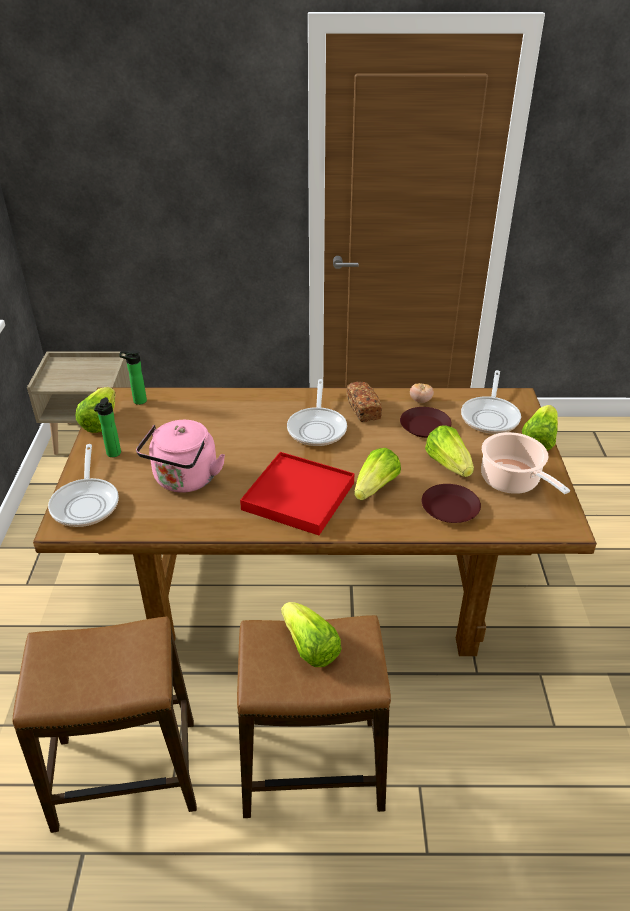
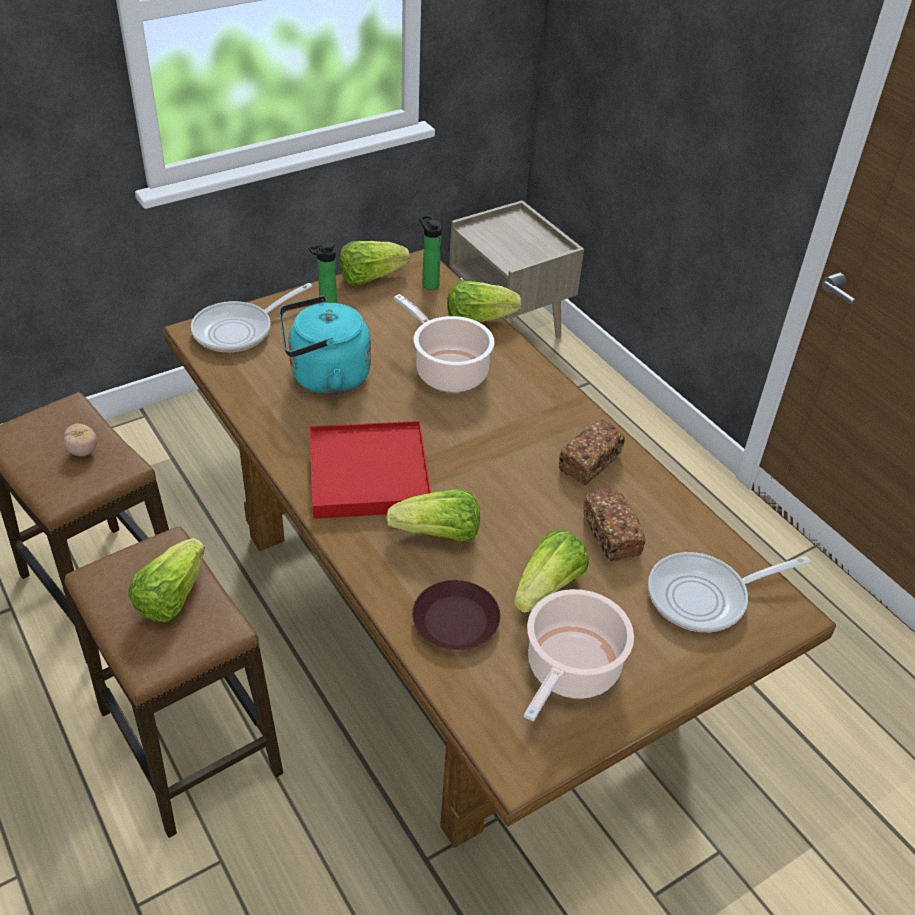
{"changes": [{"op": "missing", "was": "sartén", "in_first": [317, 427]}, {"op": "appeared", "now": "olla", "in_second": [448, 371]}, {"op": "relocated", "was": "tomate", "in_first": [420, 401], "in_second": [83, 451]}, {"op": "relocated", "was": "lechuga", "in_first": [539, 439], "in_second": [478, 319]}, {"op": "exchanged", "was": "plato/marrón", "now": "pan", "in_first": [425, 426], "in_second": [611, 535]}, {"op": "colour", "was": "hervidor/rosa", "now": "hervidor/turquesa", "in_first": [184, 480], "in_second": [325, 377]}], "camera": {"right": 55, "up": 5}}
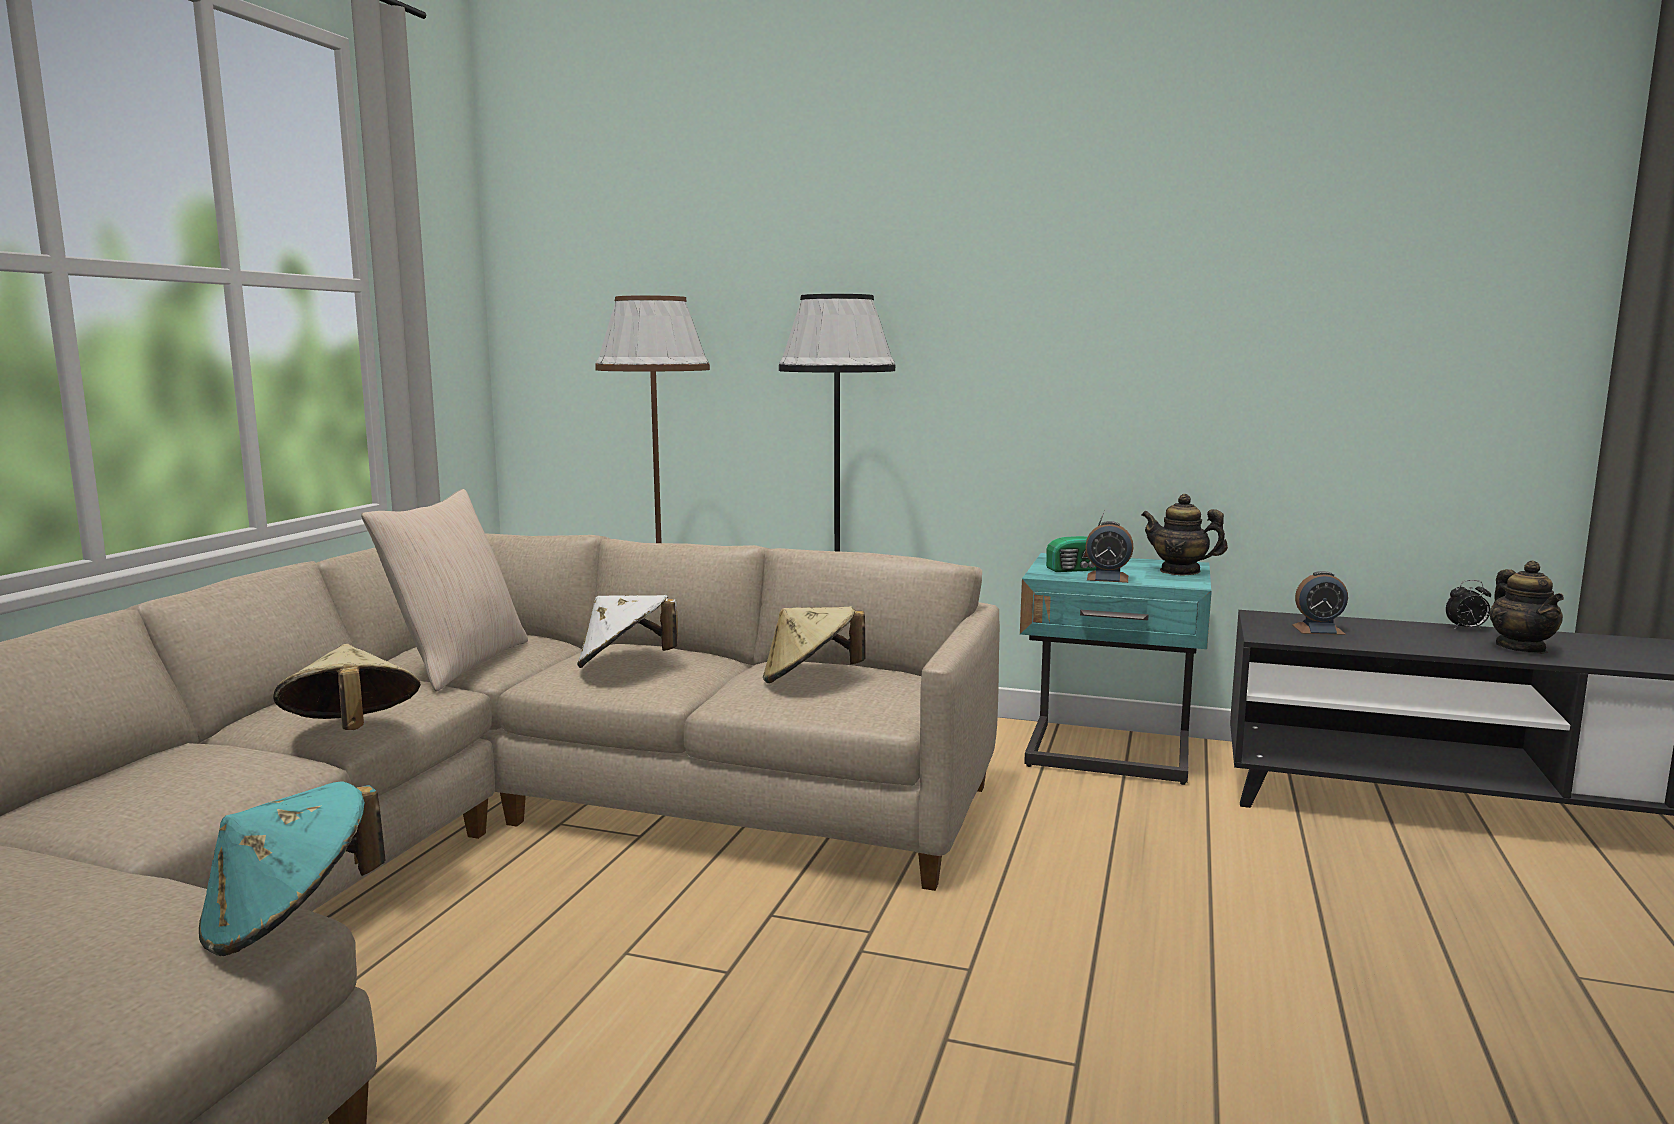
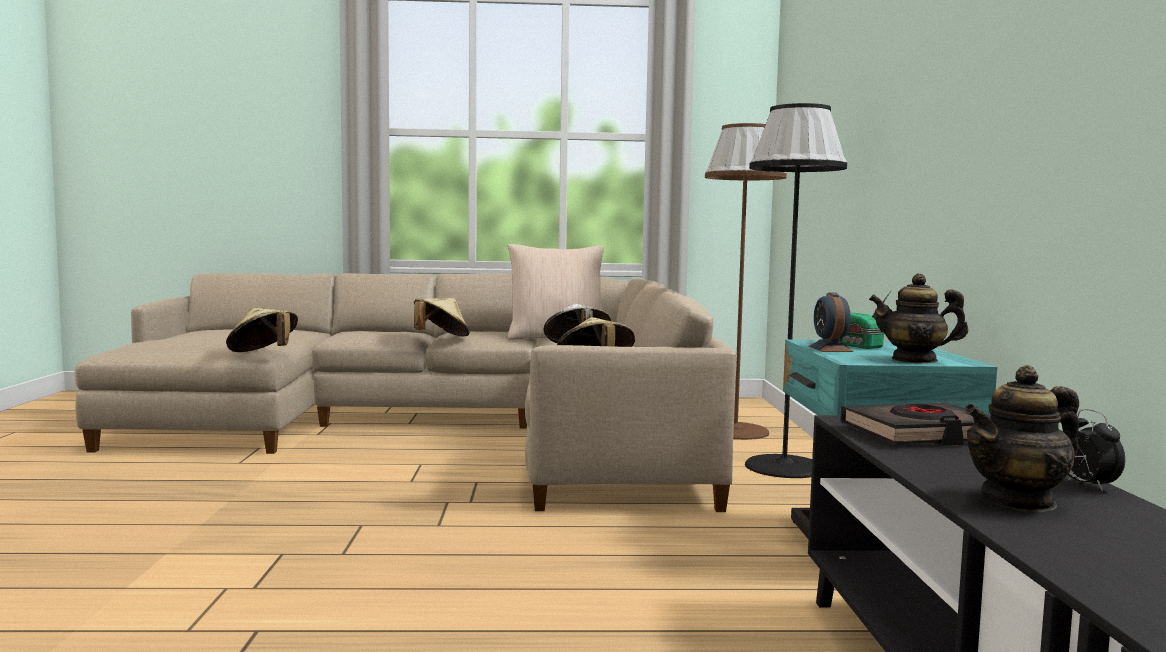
{"changes": [{"op": "exchanged", "was": "despertador", "now": "libro/negro", "in_first": [1318, 629], "in_second": [921, 434]}, {"op": "colour", "was": "sombrero/turquesa", "now": "sombrero/beis", "in_first": [290, 919], "in_second": [263, 354]}, {"op": "spun", "was": "tetera", "in_first": [1180, 571], "in_second": [914, 360], "clockwise": -90}], "camera": {"right": 70, "up": -5}}
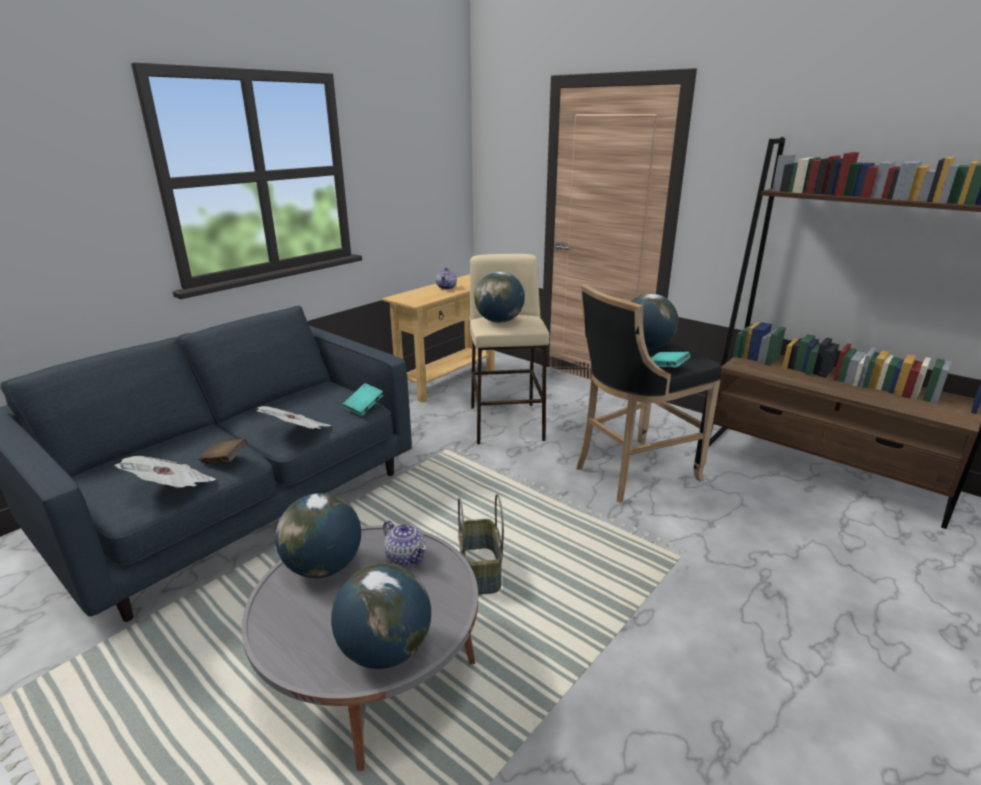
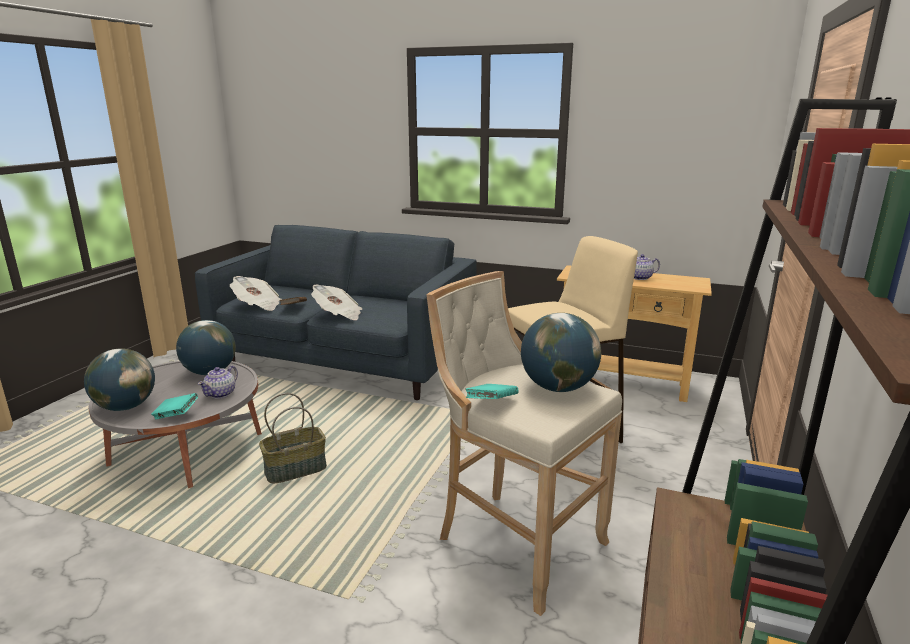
{"changes": [{"op": "missing", "was": "globo terráqueo", "in_first": [499, 321]}, {"op": "relocated", "was": "libro/turquesa", "in_first": [364, 407], "in_second": [176, 415]}, {"op": "colour", "was": "taburete/negro", "now": "taburete/beis", "in_first": [631, 473], "in_second": [515, 541]}], "camera": {"right": 70, "up": -5}}
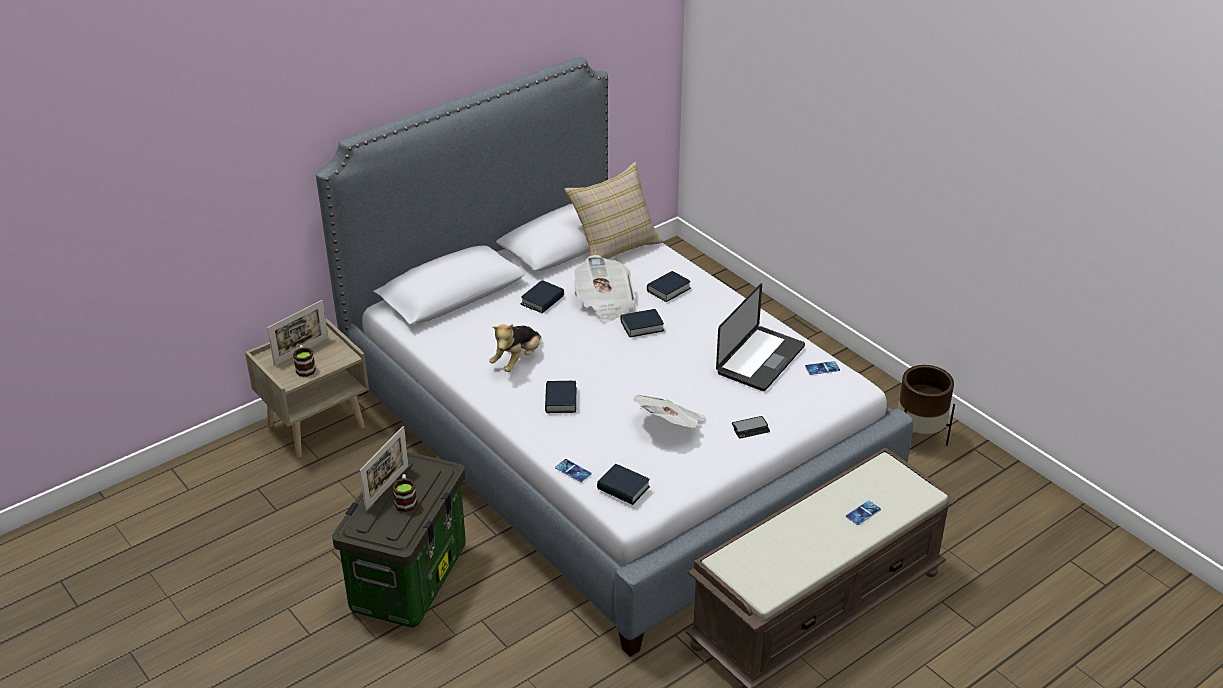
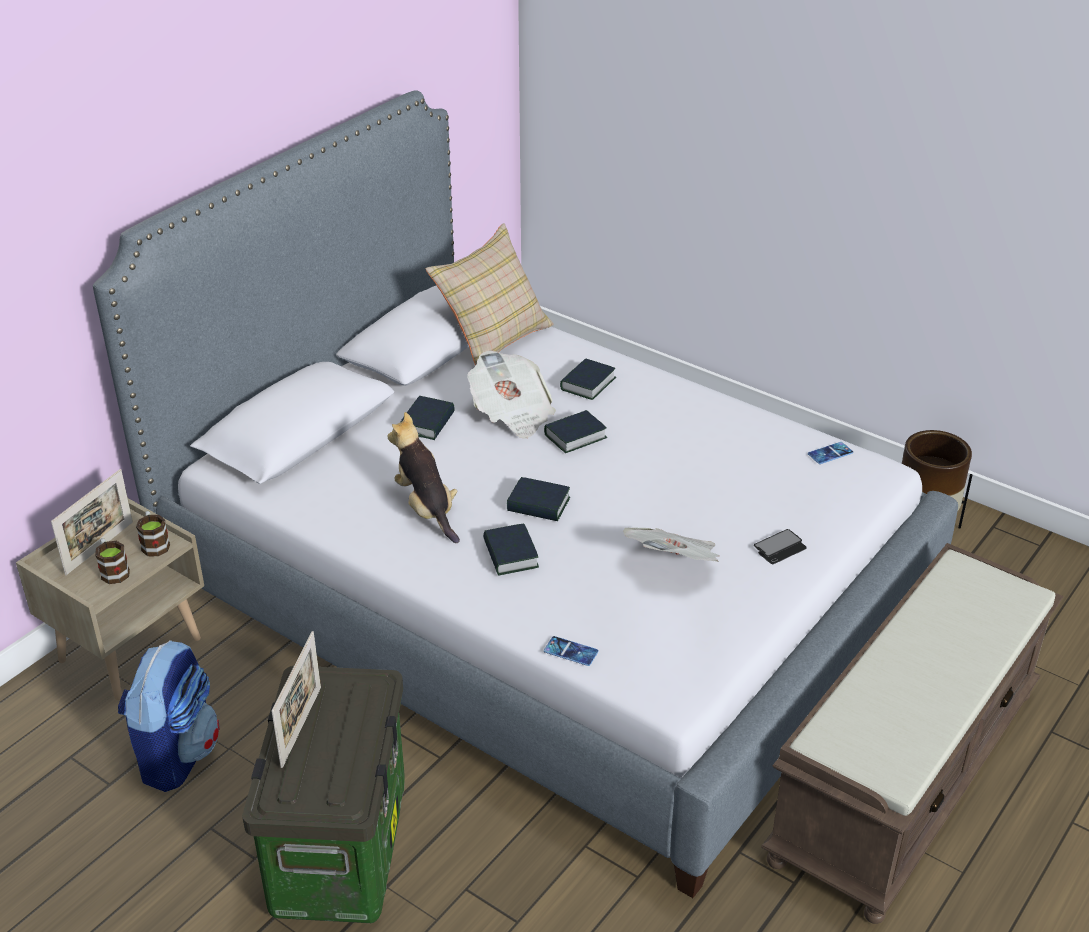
{"changes": [{"op": "missing", "was": "portátil", "in_first": [760, 360]}, {"op": "missing", "was": "móvil", "in_first": [863, 513]}, {"op": "appeared", "now": "mochila", "in_second": [177, 754]}, {"op": "relocated", "was": "taza grande", "in_first": [405, 501], "in_second": [154, 543]}, {"op": "relocated", "was": "libro", "in_first": [623, 488], "in_second": [538, 505]}, {"op": "spun", "was": "peluche", "in_first": [517, 360], "in_second": [426, 509], "clockwise": 135}], "camera": {"right": -15, "up": 0}}
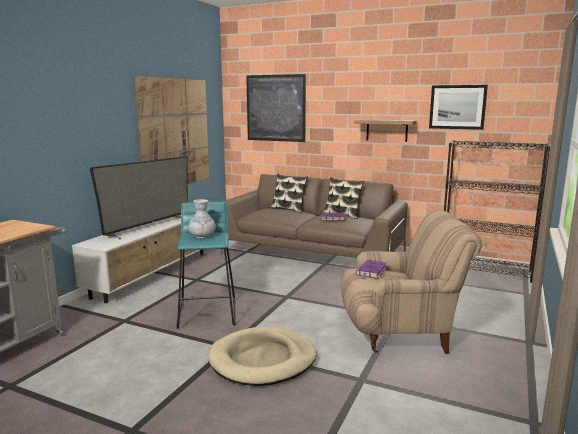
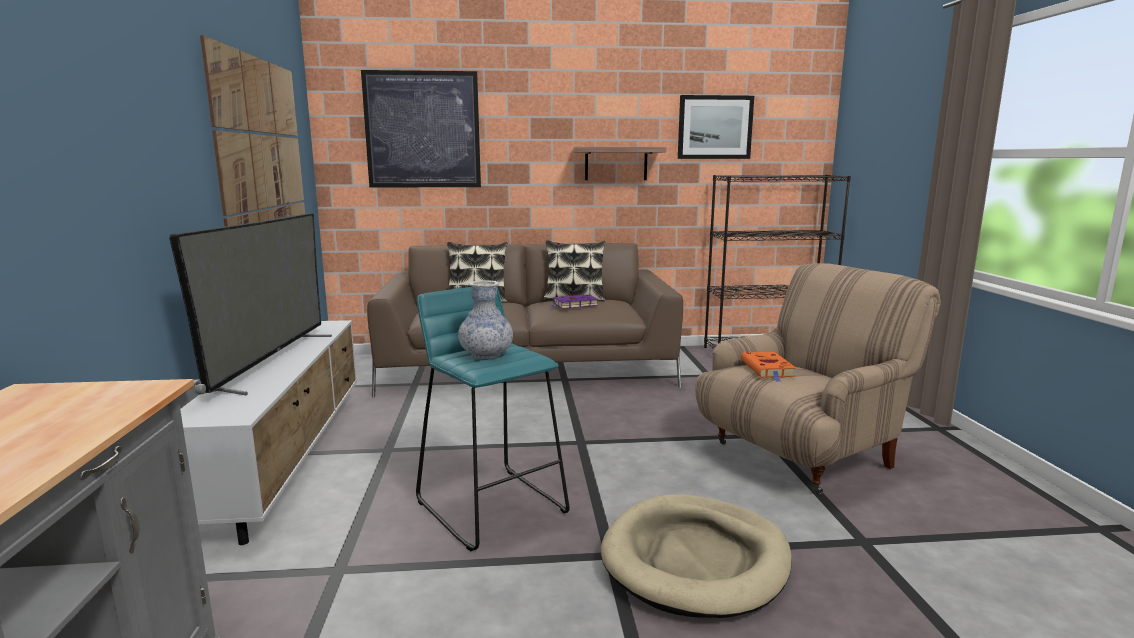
{"changes": [{"op": "colour", "was": "libro/morado", "now": "libro/naranja", "in_first": [371, 272], "in_second": [768, 369]}], "camera": {"right": -30, "up": 0}}
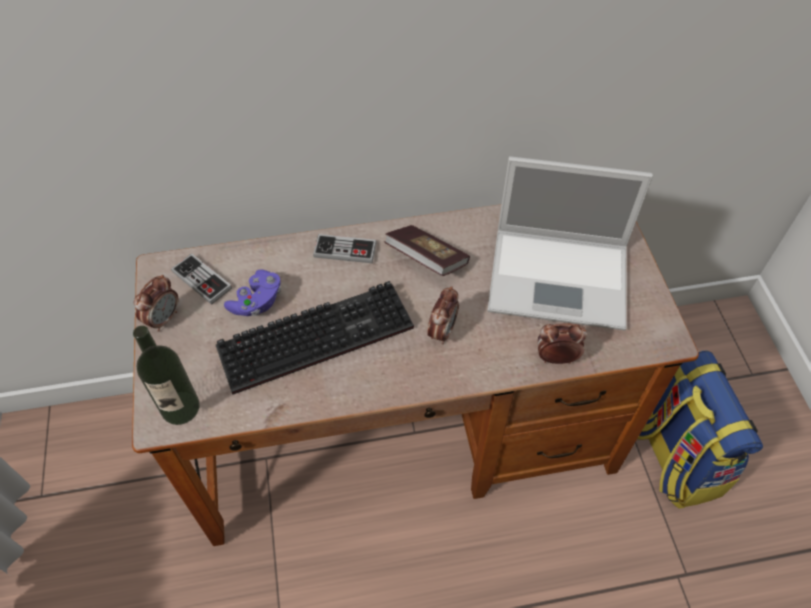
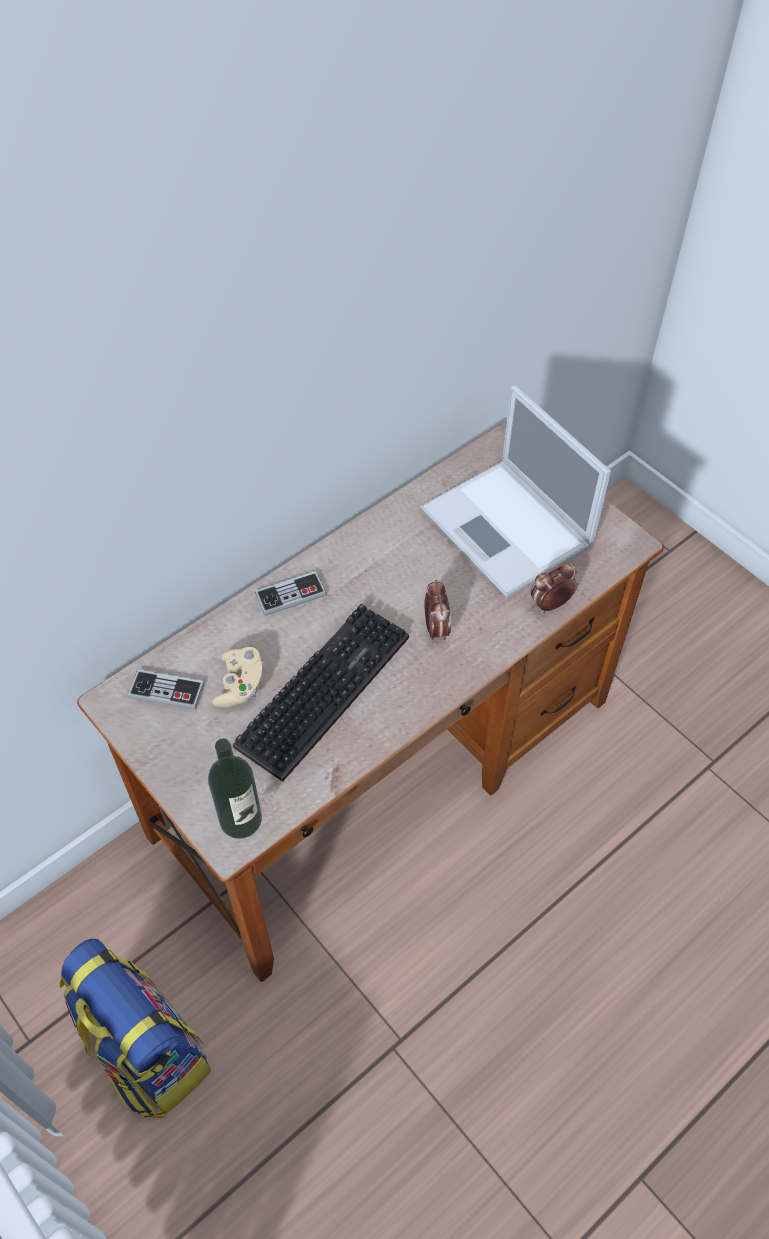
{"changes": [{"op": "missing", "was": "despertador", "in_first": [163, 319]}, {"op": "missing", "was": "libro", "in_first": [426, 260]}, {"op": "relocated", "was": "mochila", "in_first": [675, 460], "in_second": [146, 1052]}, {"op": "colour", "was": "mando de consola/morado", "now": "mando de consola/beis", "in_first": [257, 302], "in_second": [240, 685]}, {"op": "spun", "was": "portátil", "in_first": [561, 278], "in_second": [509, 529], "clockwise": 75}], "camera": {"right": -30, "up": 0}}
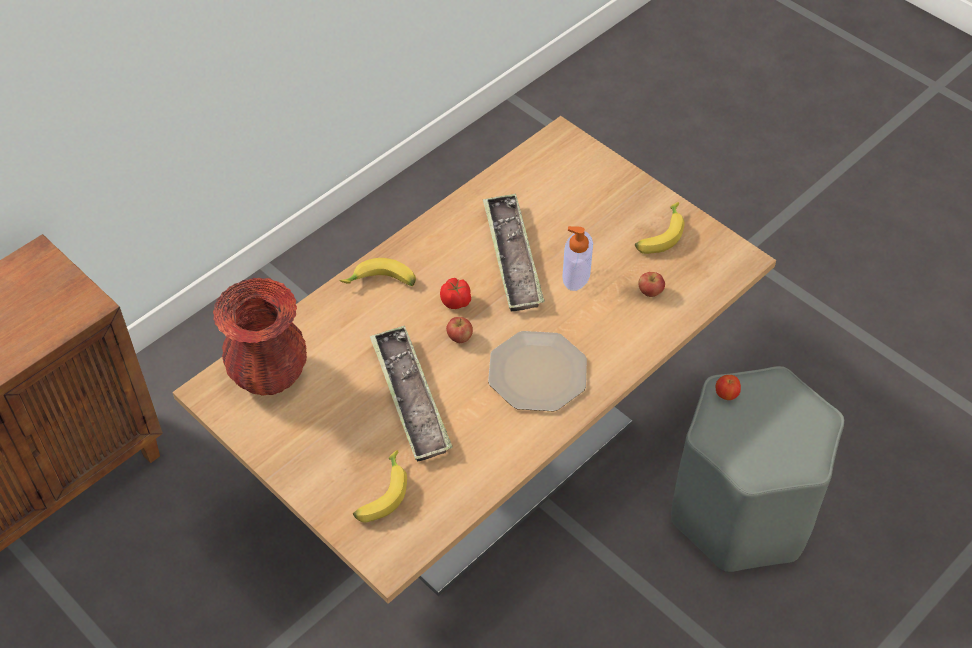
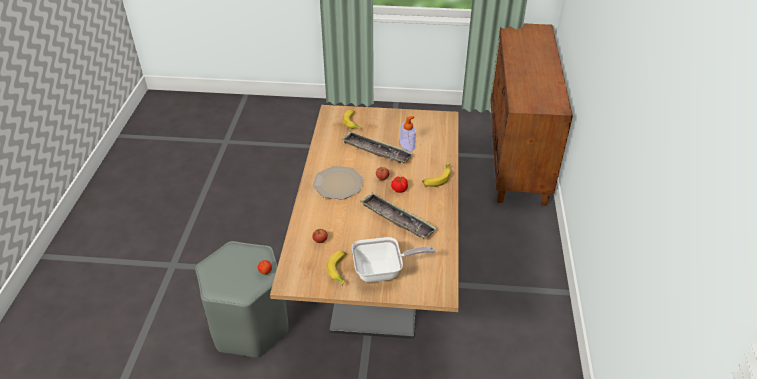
{"changes": [{"op": "missing", "was": "florero/rojo", "in_first": [269, 375]}, {"op": "appeared", "now": "sartén", "in_second": [383, 271]}, {"op": "relocated", "was": "dispensador de jabón", "in_first": [576, 275], "in_second": [407, 145]}], "camera": {"right": 140, "up": -10}}
